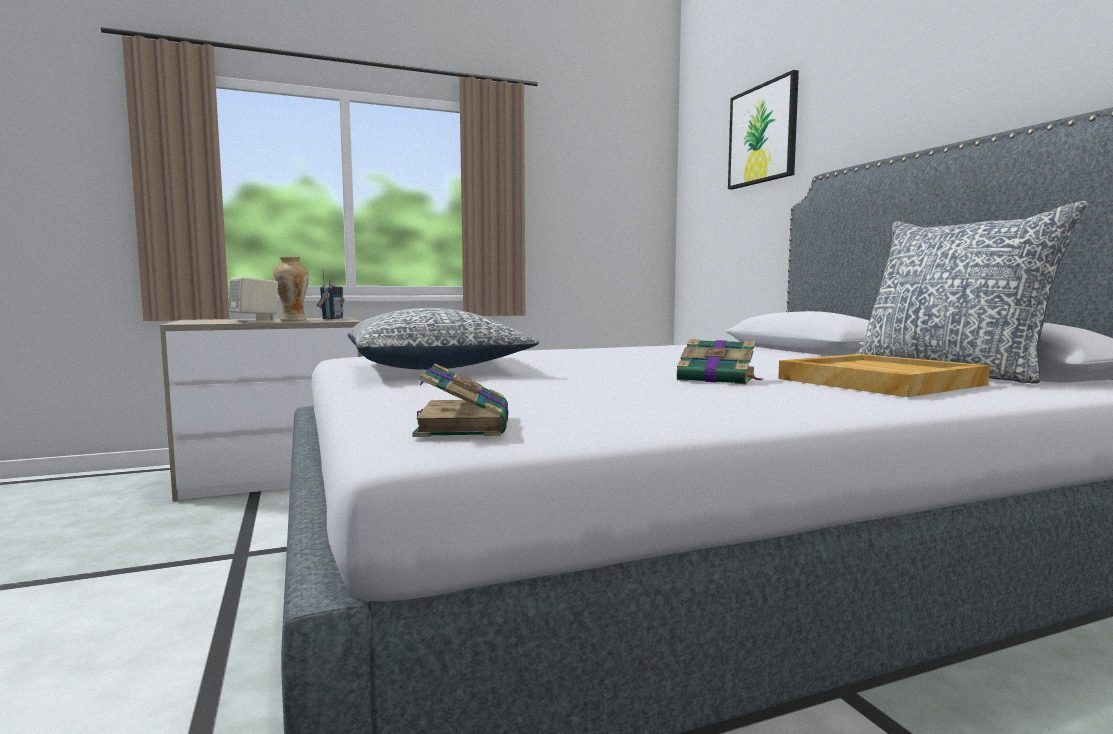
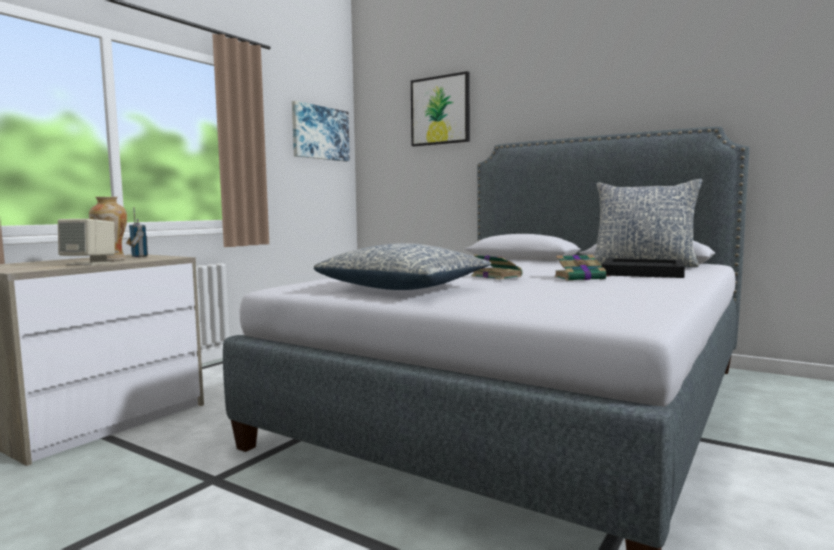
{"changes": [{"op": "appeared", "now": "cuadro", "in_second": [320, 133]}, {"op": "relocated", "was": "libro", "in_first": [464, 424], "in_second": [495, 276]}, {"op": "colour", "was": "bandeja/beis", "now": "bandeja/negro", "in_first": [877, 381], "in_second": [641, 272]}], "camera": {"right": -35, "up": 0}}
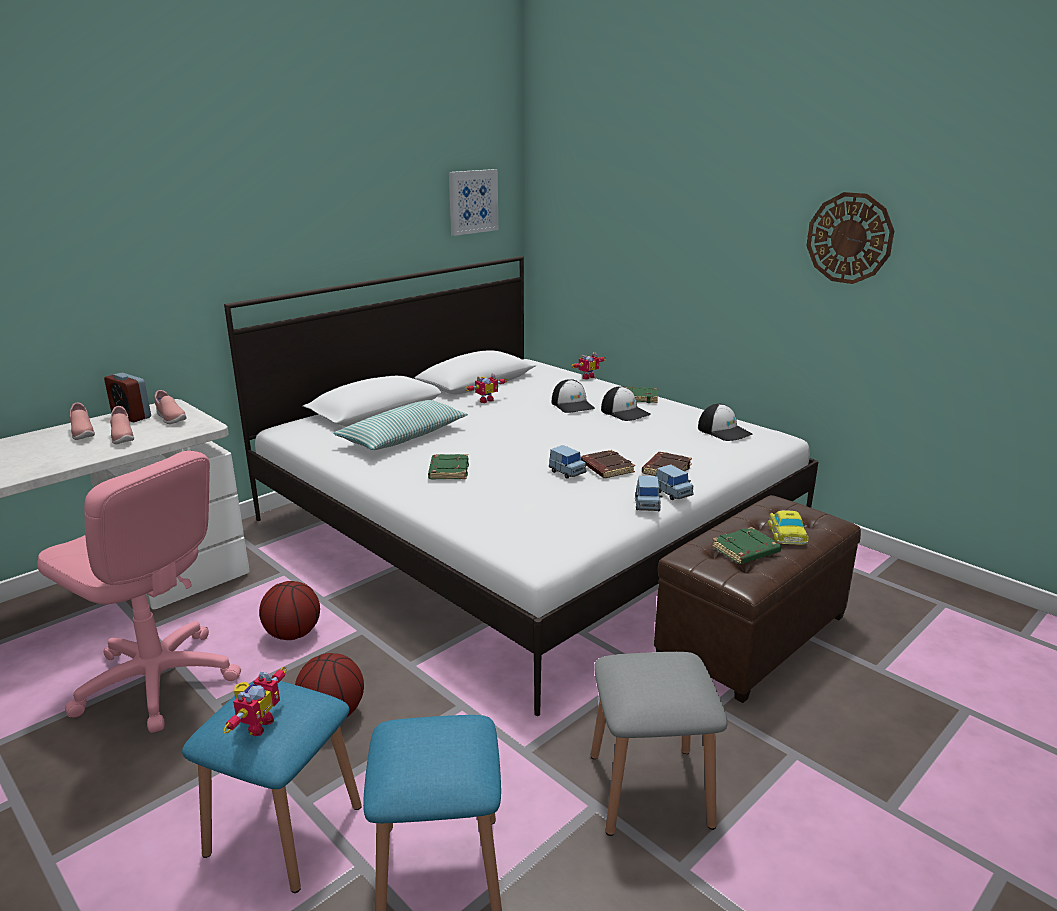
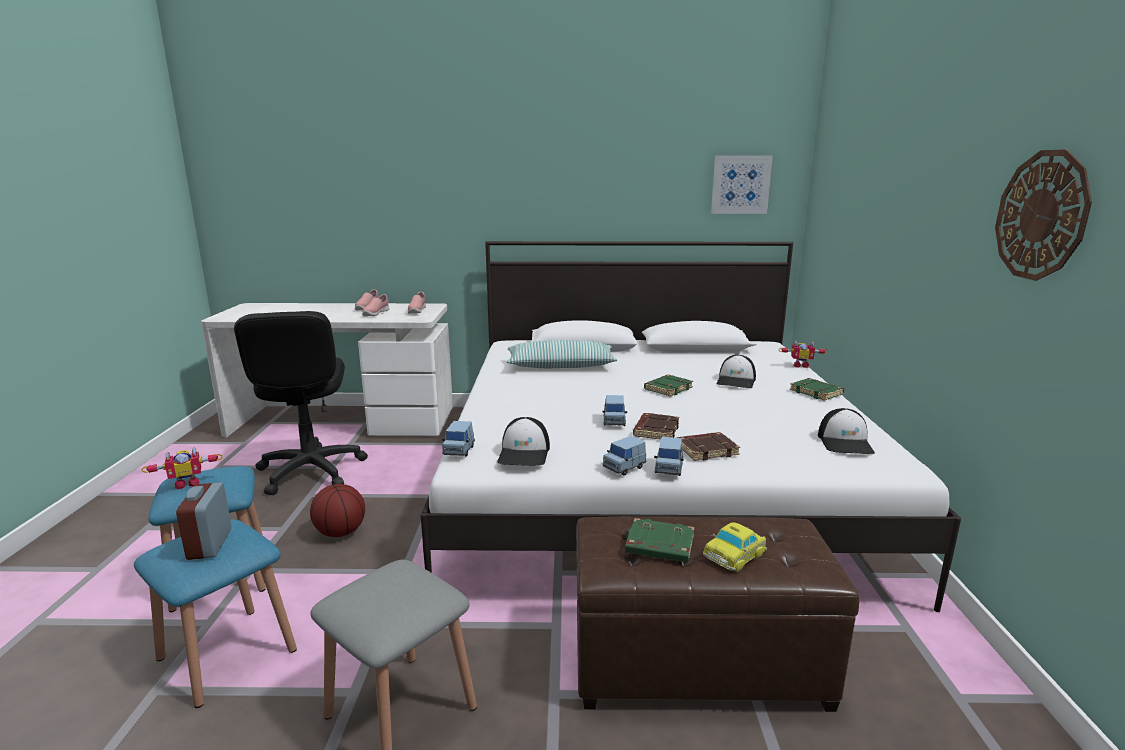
{"changes": [{"op": "missing", "was": "balón de baloncesto", "in_first": [293, 634]}, {"op": "missing", "was": "robot de juguete", "in_first": [485, 400]}, {"op": "appeared", "now": "coche de juguete/azul", "in_second": [459, 450]}, {"op": "relocated", "was": "despertador", "in_first": [131, 416], "in_second": [210, 544]}, {"op": "relocated", "was": "libro/verde", "in_first": [448, 471], "in_second": [668, 388]}, {"op": "relocated", "was": "gorra", "in_first": [625, 412], "in_second": [524, 453]}, {"op": "colour", "was": "silla de oficina/rosa", "now": "silla de oficina/negro", "in_first": [157, 681], "in_second": [310, 471]}], "camera": {"right": 45, "up": -5}}
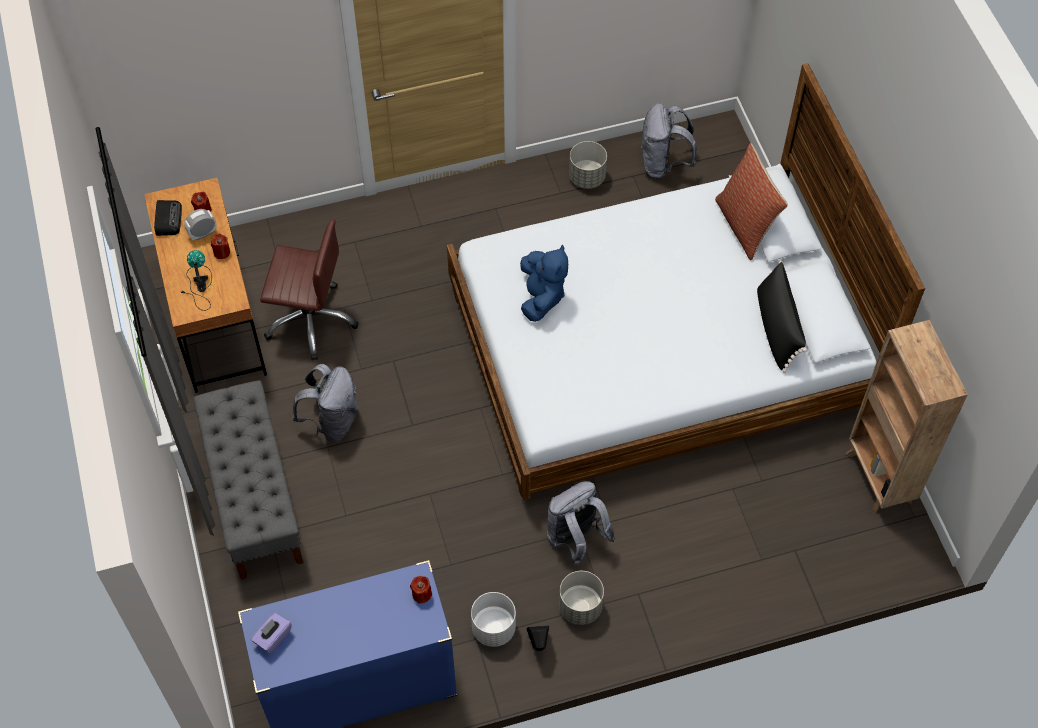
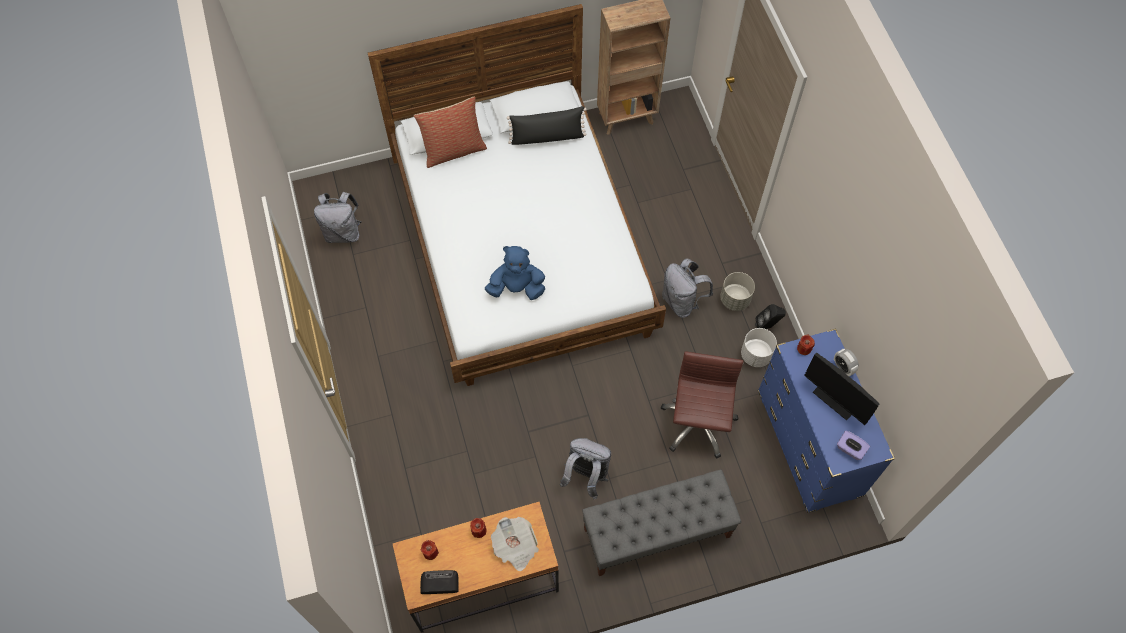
{"changes": [{"op": "missing", "was": "maceta/gris", "in_first": [587, 178]}, {"op": "appeared", "now": "monitor", "in_second": [835, 399]}, {"op": "relocated", "was": "despertador", "in_first": [203, 234], "in_second": [843, 368]}, {"op": "relocated", "was": "silla de oficina/marrón", "in_first": [311, 320], "in_second": [697, 423]}, {"op": "exchanged", "was": "lámpara de mesa", "now": "periódico", "in_first": [199, 286], "in_second": [515, 547]}], "camera": {"right": -90, "up": 5}}
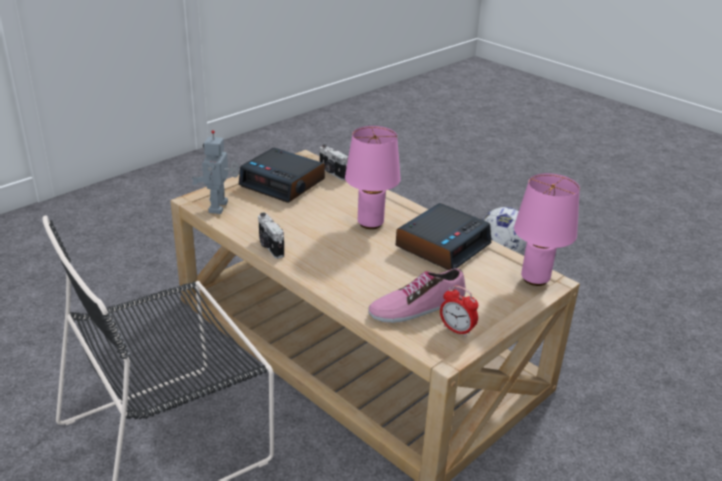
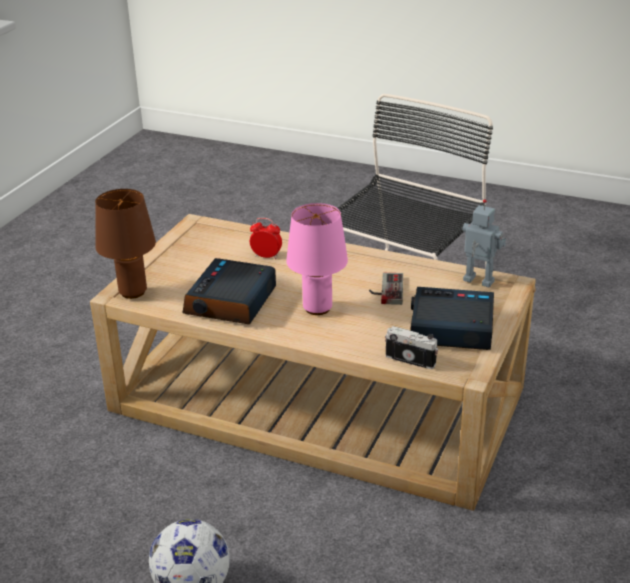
{"changes": [{"op": "missing", "was": "cámara", "in_first": [270, 247]}, {"op": "missing", "was": "zapato", "in_first": [416, 306]}, {"op": "appeared", "now": "mando de consola", "in_second": [385, 290]}, {"op": "relocated", "was": "despertador", "in_first": [456, 330], "in_second": [266, 256]}, {"op": "colour", "was": "lámpara de mesa/rosa", "now": "lámpara de mesa/marrón", "in_first": [535, 278], "in_second": [132, 292]}, {"op": "spun", "was": "robot de juguete", "in_first": [220, 207], "in_second": [477, 282], "clockwise": -45}], "camera": {"right": 160, "up": 0}}
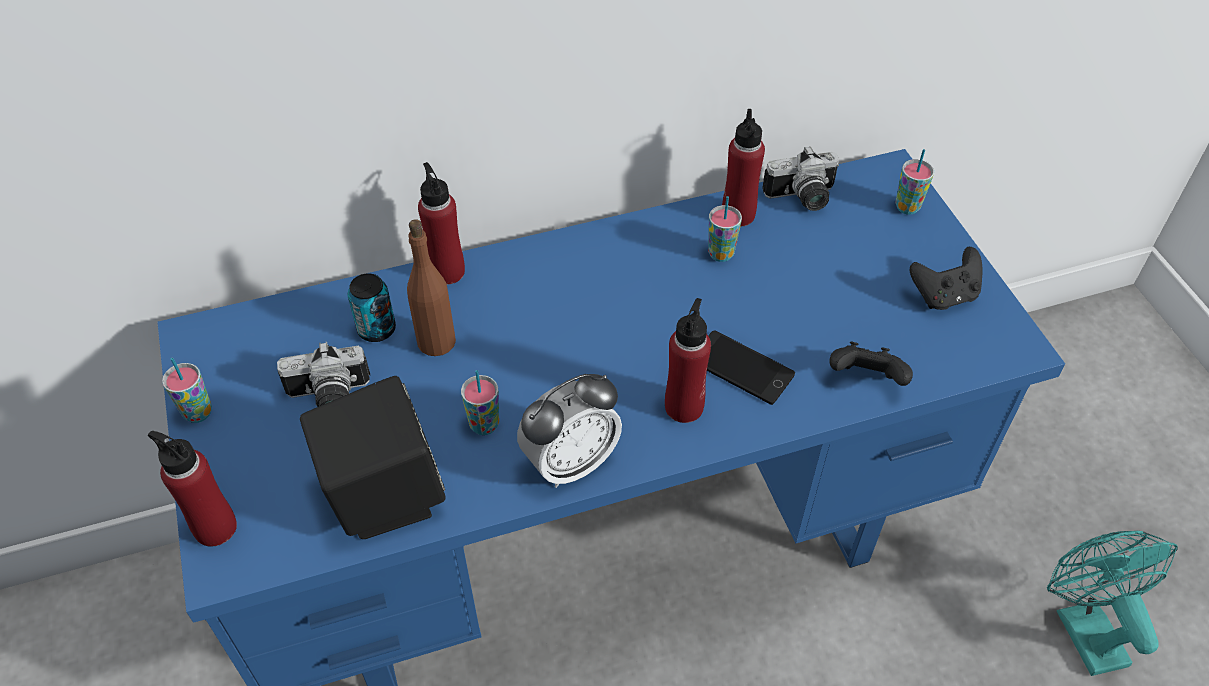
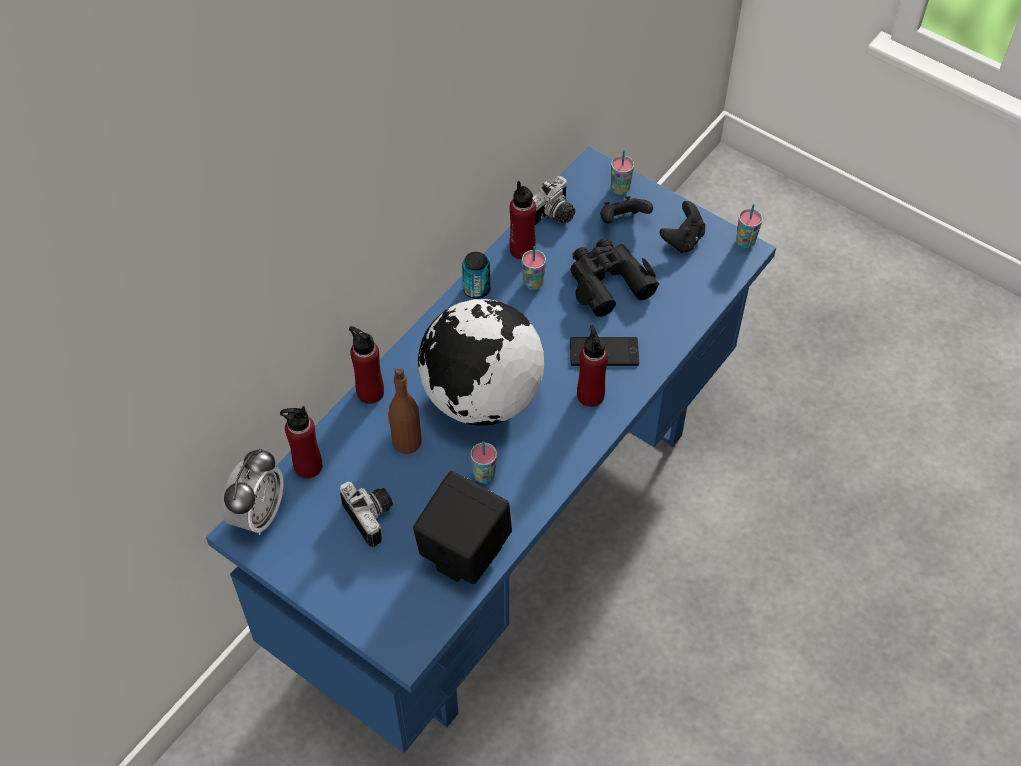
{"changes": [{"op": "missing", "was": "ventilador/turquesa", "in_first": [1083, 628]}, {"op": "appeared", "now": "globo terráqueo", "in_second": [481, 398]}, {"op": "appeared", "now": "prismáticos/negro", "in_second": [607, 281]}, {"op": "relocated", "was": "botella/rojo", "in_first": [215, 527], "in_second": [308, 466]}, {"op": "relocated", "was": "taza", "in_first": [198, 413], "in_second": [745, 242]}, {"op": "relocated", "was": "lata", "in_first": [376, 329], "in_second": [476, 289]}, {"op": "relocated", "was": "despertador", "in_first": [570, 462], "in_second": [258, 514]}, {"op": "relocated", "was": "mando de consola/negro", "in_first": [866, 379], "in_second": [622, 221]}, {"op": "spun", "was": "cámara", "in_first": [329, 398], "in_second": [373, 516], "clockwise": -75}], "camera": {"right": -35, "up": 5}}
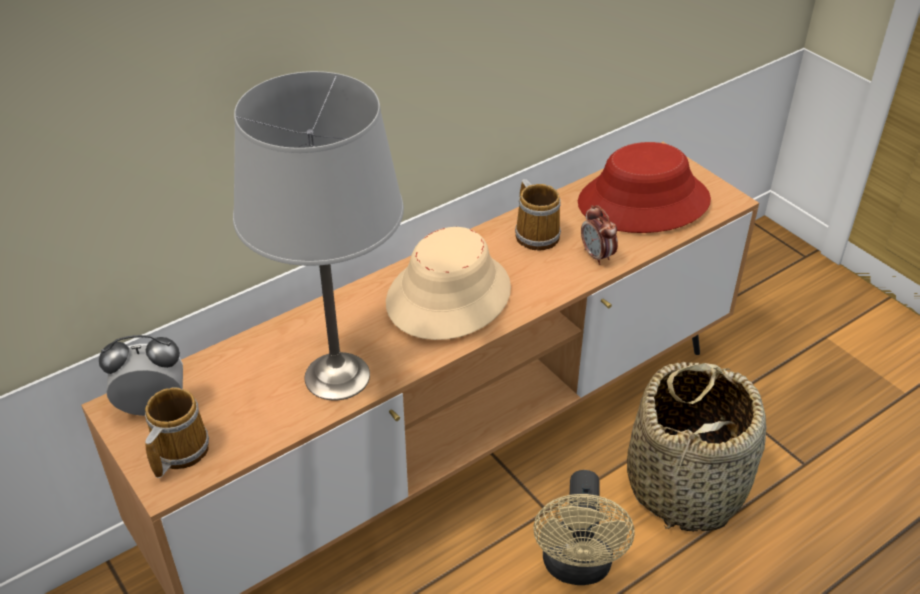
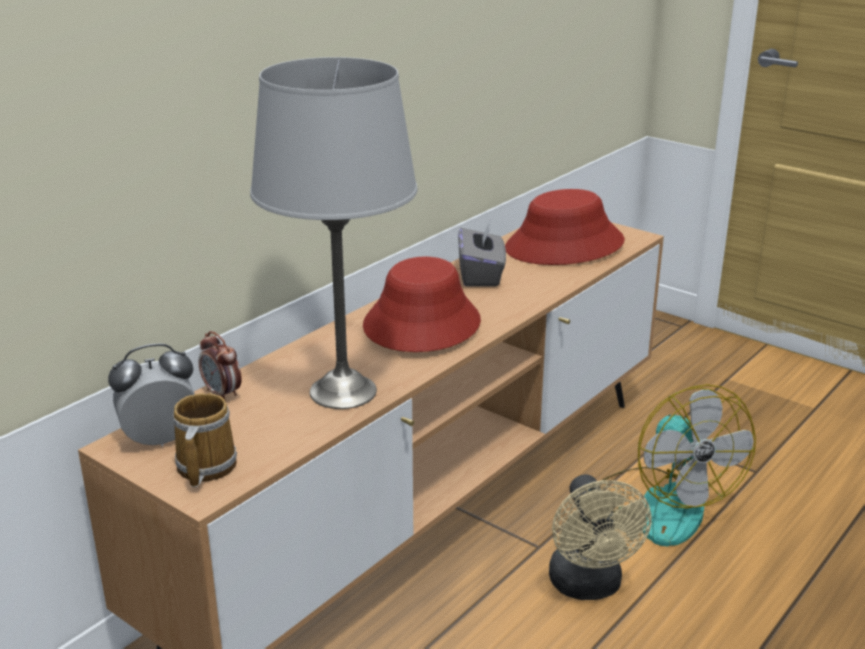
{"changes": [{"op": "relocated", "was": "despertador", "in_first": [597, 256], "in_second": [222, 394]}, {"op": "exchanged", "was": "taza grande", "now": "caja de pañuelos/gris", "in_first": [537, 234], "in_second": [481, 275]}, {"op": "exchanged", "was": "cesta", "now": "ventilador", "in_first": [686, 485], "in_second": [659, 504]}, {"op": "colour", "was": "sombrero/beis", "now": "sombrero/rojo", "in_first": [448, 296], "in_second": [421, 324]}], "camera": {"right": -15, "up": -15}}
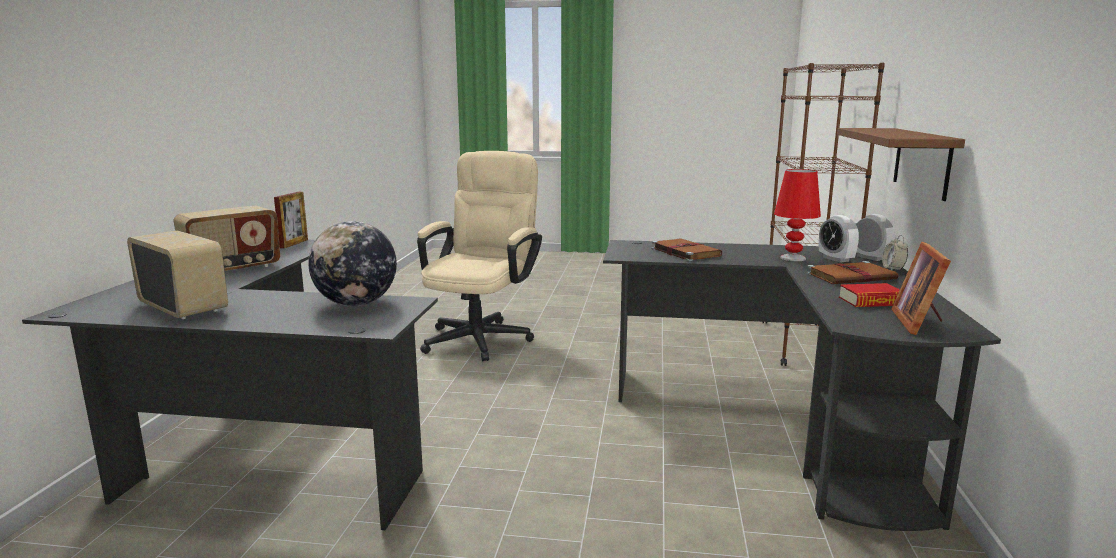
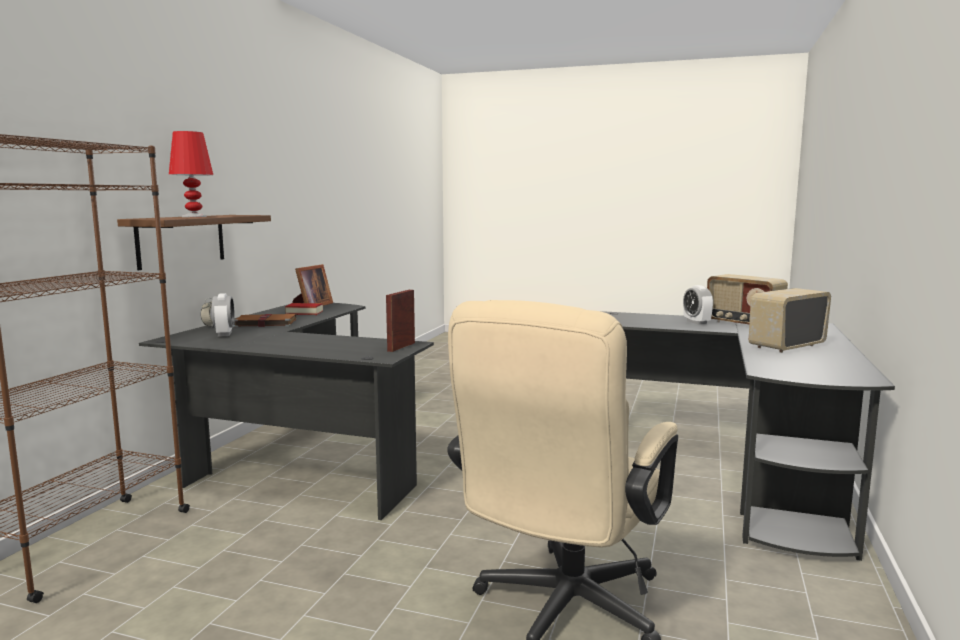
{"changes": [{"op": "missing", "was": "globo terráqueo", "in_first": [356, 304]}, {"op": "missing", "was": "libro/marrón", "in_first": [684, 252]}, {"op": "relocated", "was": "portarretratos", "in_first": [294, 244], "in_second": [401, 347]}, {"op": "relocated", "was": "lámpara de mesa/rojo", "in_first": [793, 258], "in_second": [194, 216]}, {"op": "relocated", "was": "despertador", "in_first": [870, 258], "in_second": [696, 322]}], "camera": {"right": -170, "up": -5}}
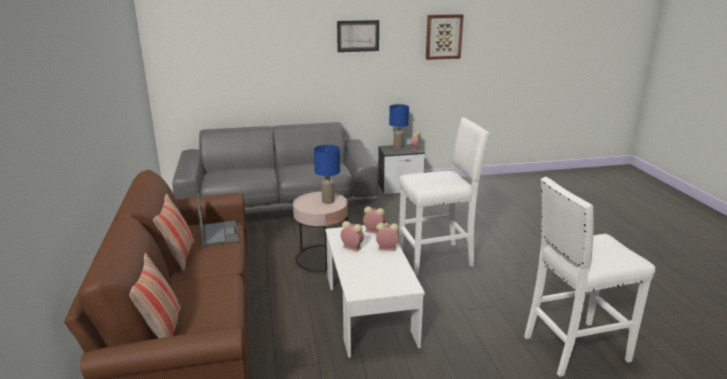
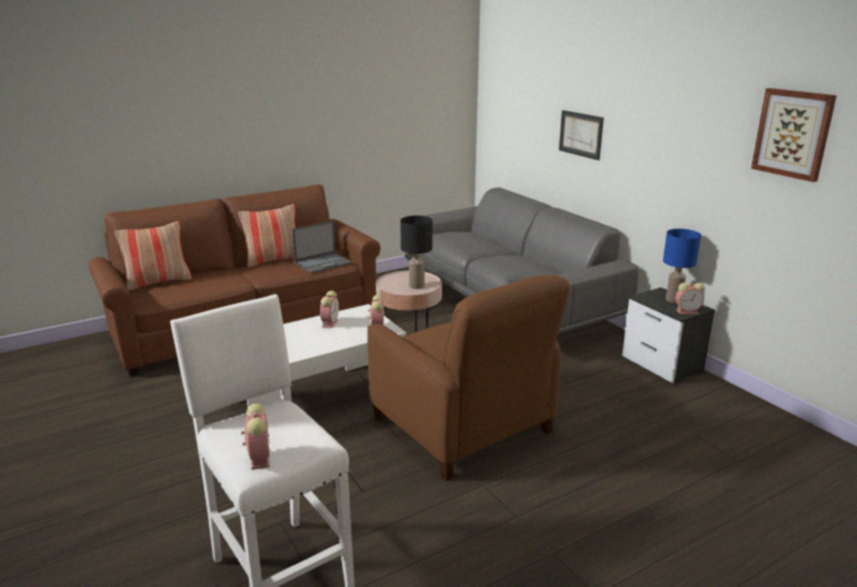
{"changes": [{"op": "relocated", "was": "cuadro", "in_first": [358, 36], "in_second": [581, 134]}, {"op": "relocated", "was": "despertador", "in_first": [386, 248], "in_second": [259, 457]}, {"op": "exchanged", "was": "taburete/blanco", "now": "sillón/marrón", "in_first": [437, 258], "in_second": [463, 426]}, {"op": "colour", "was": "lámpara de mesa/azul", "now": "lámpara de mesa/negro", "in_first": [328, 201], "in_second": [417, 286]}], "camera": {"right": 70, "up": 0}}
